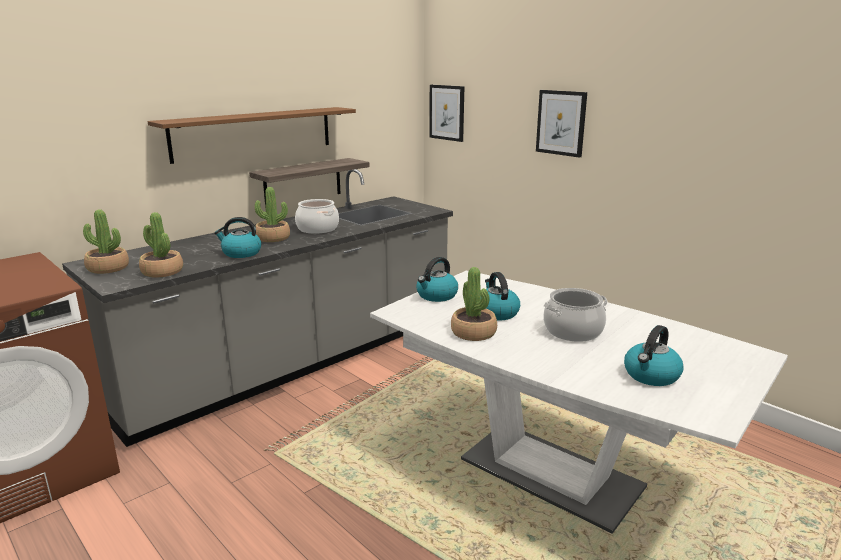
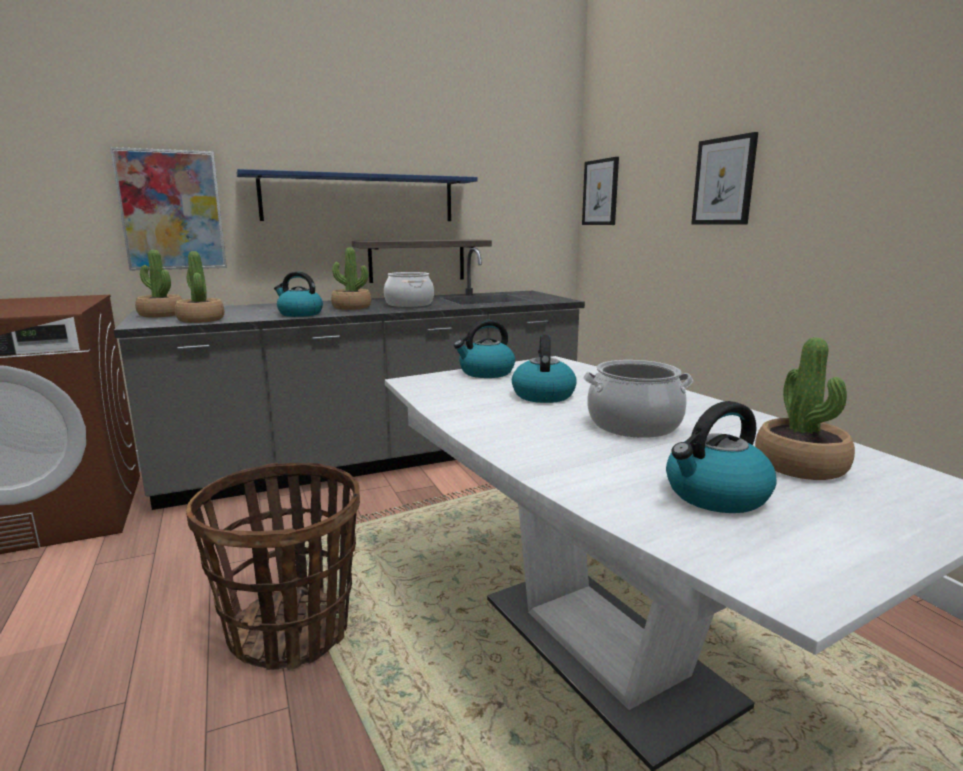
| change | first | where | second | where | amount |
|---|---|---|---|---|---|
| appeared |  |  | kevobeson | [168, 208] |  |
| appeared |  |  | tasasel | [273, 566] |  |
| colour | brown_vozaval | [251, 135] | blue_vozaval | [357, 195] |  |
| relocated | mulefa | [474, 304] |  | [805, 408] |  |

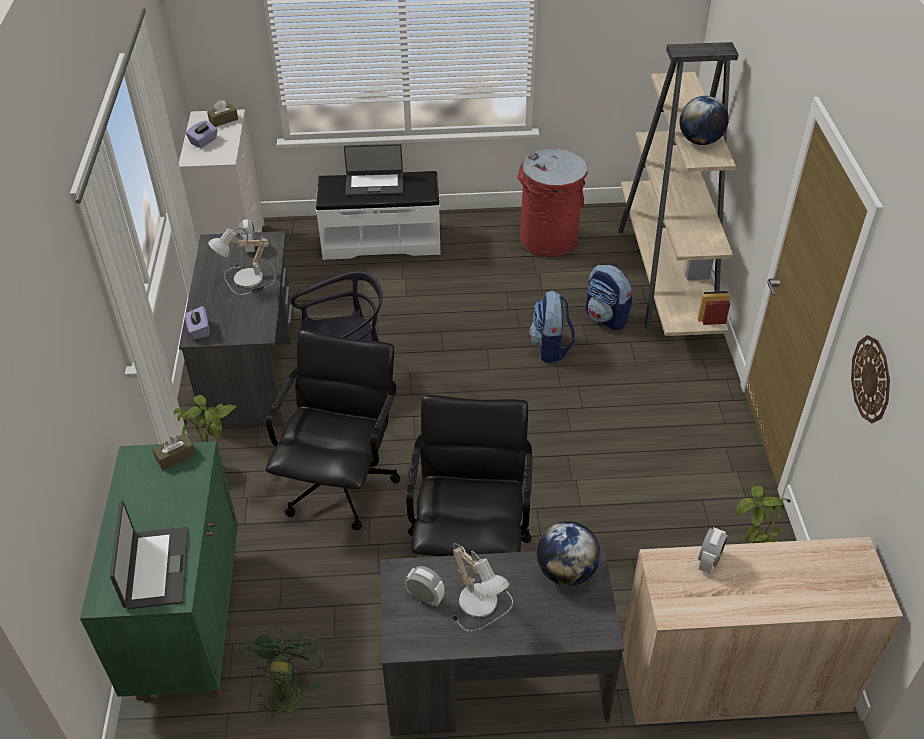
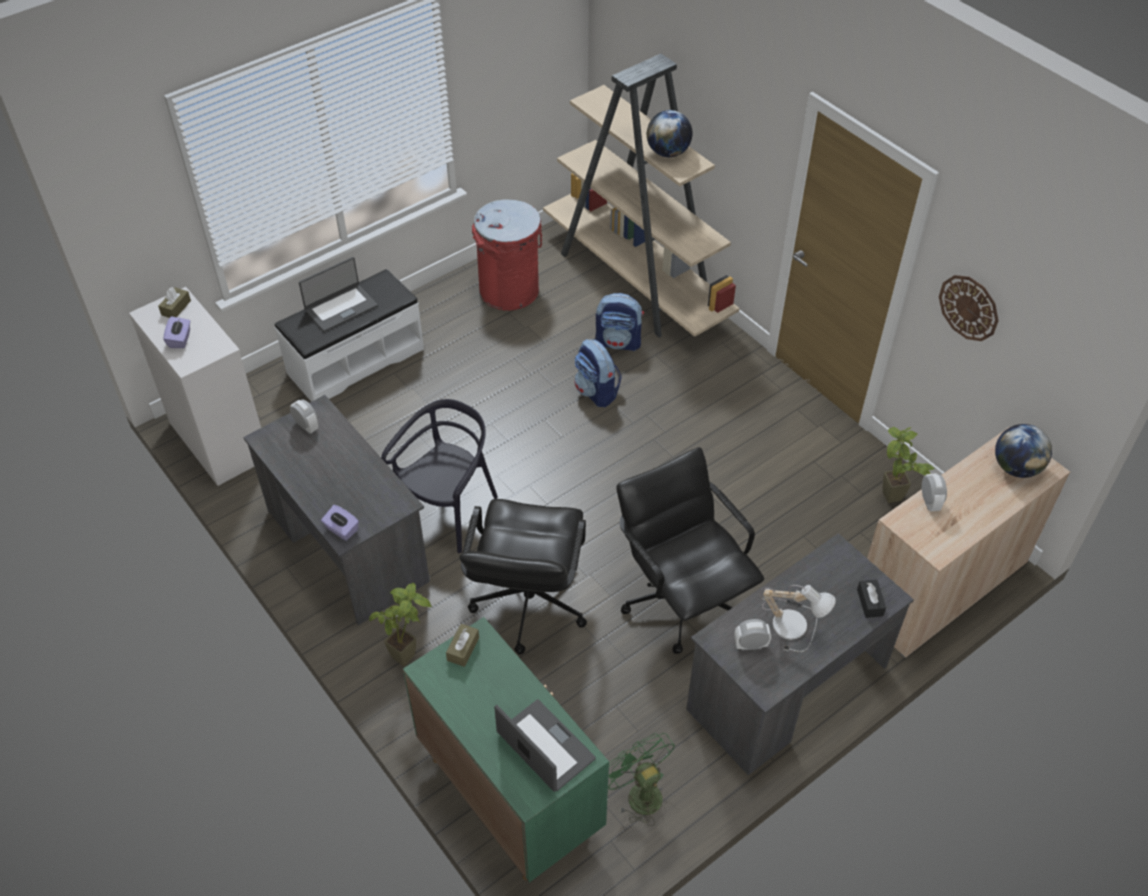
| change | first | where | second | where | amount |
|---|---|---|---|---|---|
| spun | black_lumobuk | [333, 429] |  | [523, 577] | 150 degrees counterclockwise |
| appeared |  |  | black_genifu | [871, 599] |  |
| relocated | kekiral | [568, 553] |  | [1023, 451] |  |
| missing | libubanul | [242, 261] |  |  |  |

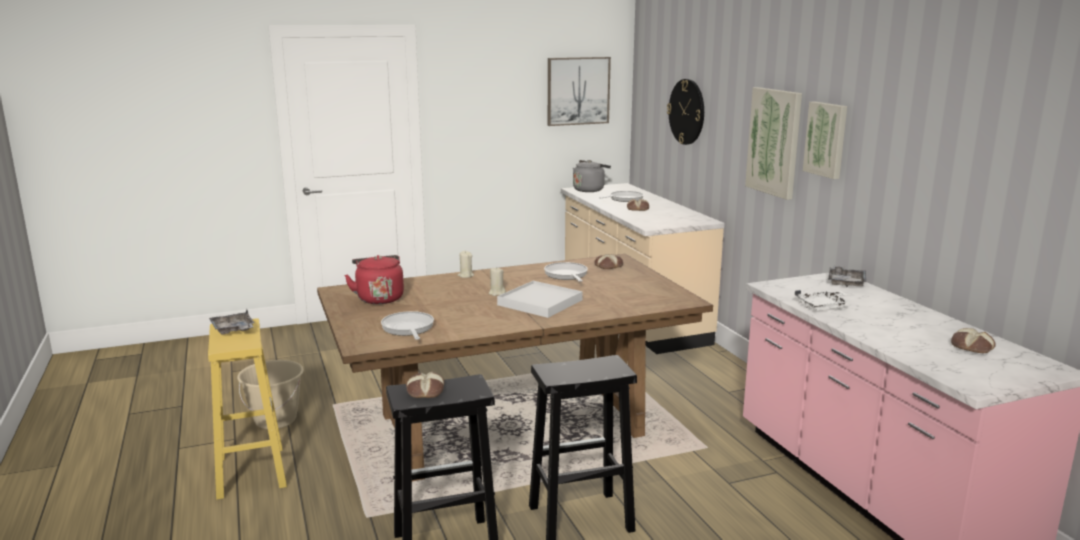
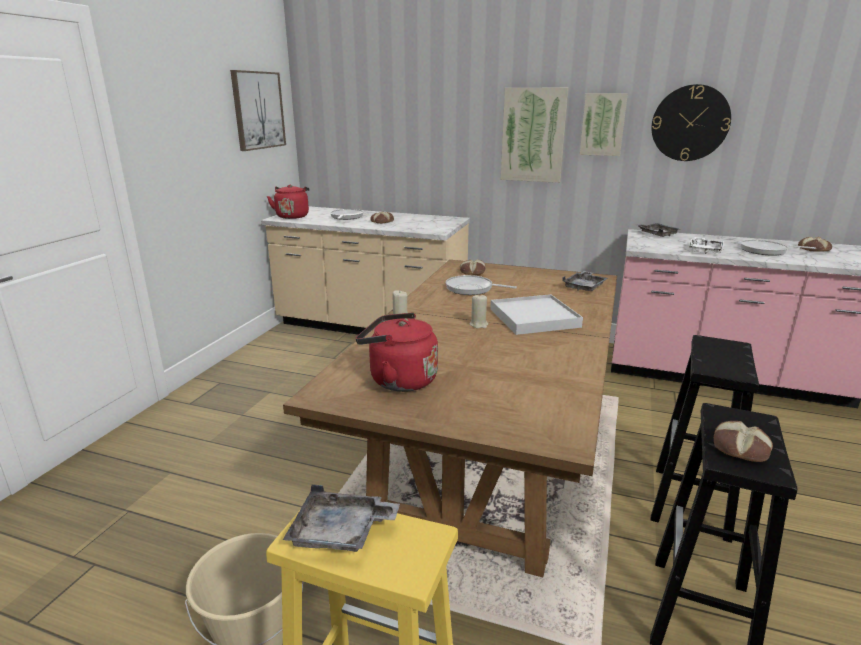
| change | first | where | second | where | amount |
|---|---|---|---|---|---|
| colour | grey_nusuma | [592, 176] | red_nusuma | [288, 201] |  |
| appeared |  |  | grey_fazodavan | [585, 281] |  |
| relocated | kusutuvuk | [685, 112] |  | [691, 122] |  |
| relocated | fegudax | [407, 325] |  | [778, 248] |  |

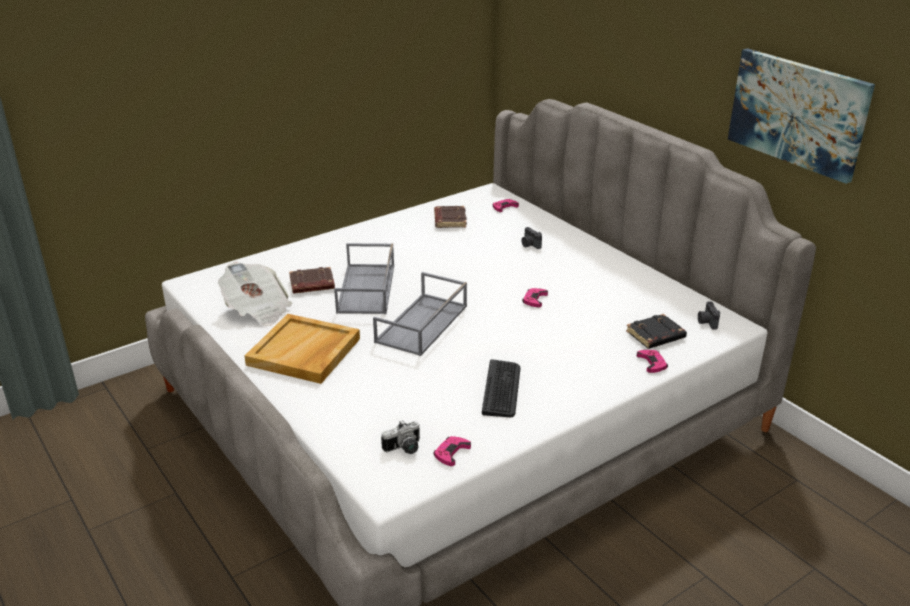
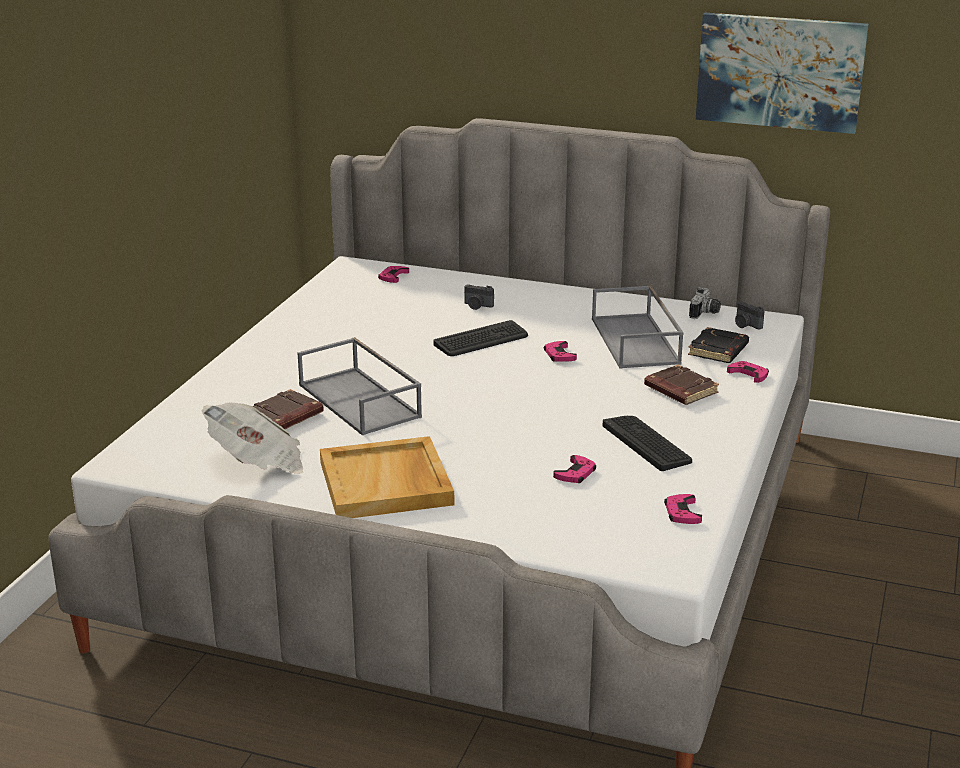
| change | first | where | second | where | amount |
|---|---|---|---|---|---|
| appeared |  |  | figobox | [480, 338] |  |
| appeared |  |  | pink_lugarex | [574, 469] |  |
| relocated | grey_fazodavan | [420, 314] |  | [638, 327] |  |
| relocated | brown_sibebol | [450, 217] |  | [681, 385] |  |
| relocated | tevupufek | [400, 437] |  | [705, 303] |  |

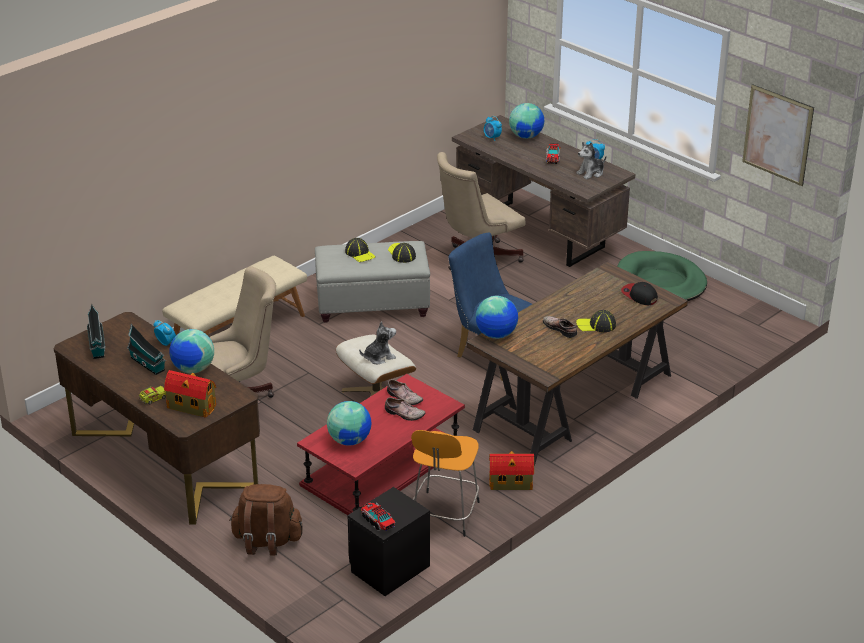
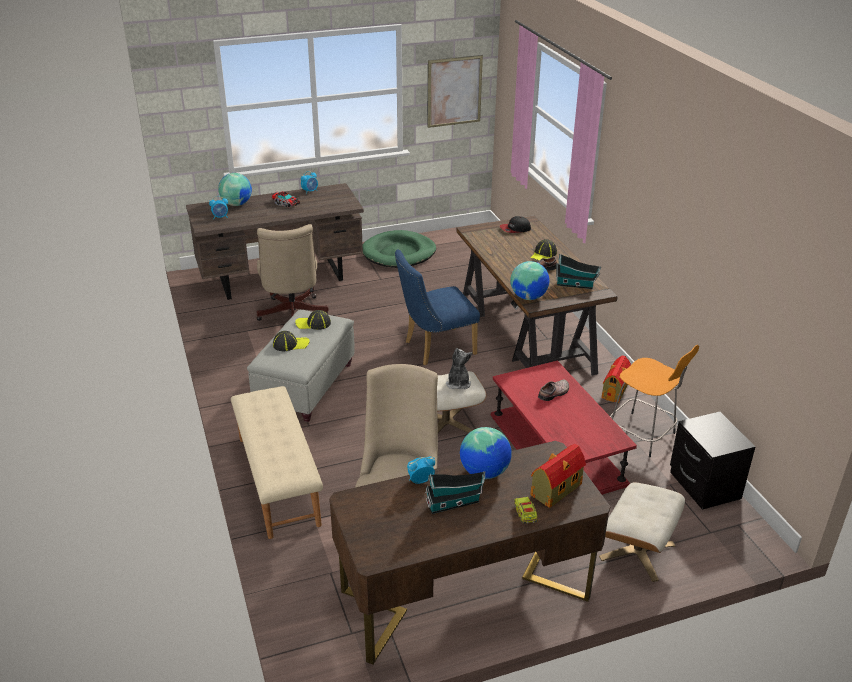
| change | first | where | second | where | amount |
|---|---|---|---|---|---|
| relocated | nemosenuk | [96, 331] |  | [578, 271] |  |
| exchanged | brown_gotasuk | [266, 519] | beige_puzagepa | [642, 532] |  |
| missing | kekiral | [349, 423] |  |  |  |
| missing | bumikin | [377, 516] |  |  |  |
| missing | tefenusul | [405, 392] |  |  |  |
| missing | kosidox | [591, 160] |  |  |  |

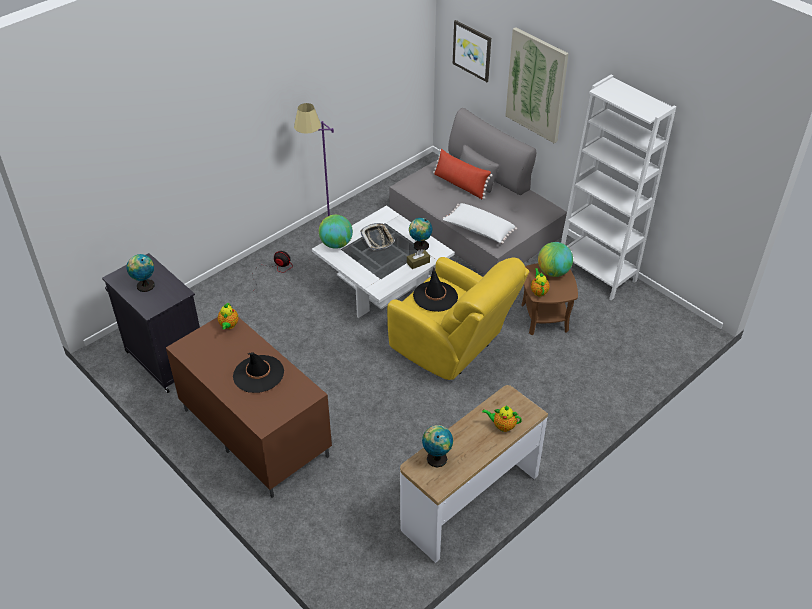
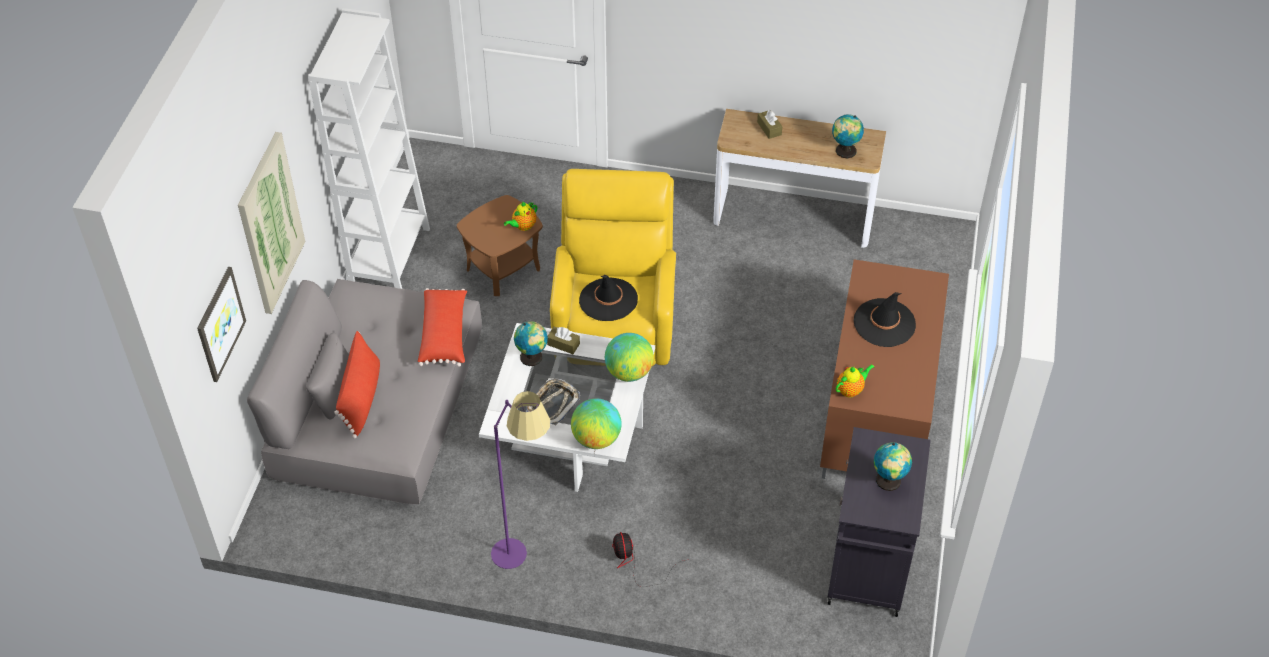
| change | first | where | second | where | amount |
|---|---|---|---|---|---|
| colour | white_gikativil | [480, 223] | red_gikativil | [442, 327] |  |
| relocated | kekiral | [555, 259] |  | [629, 357] |  |
| exchanged | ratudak | [502, 419] | brown_genifu | [769, 124] |  |

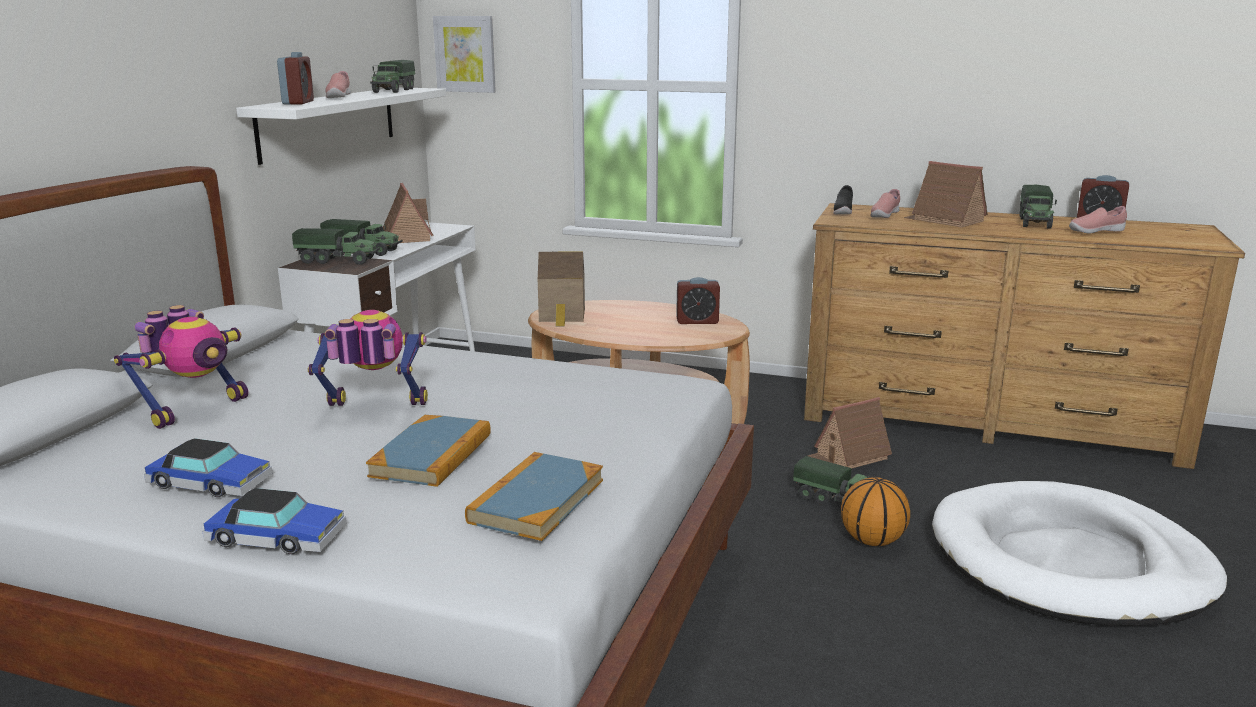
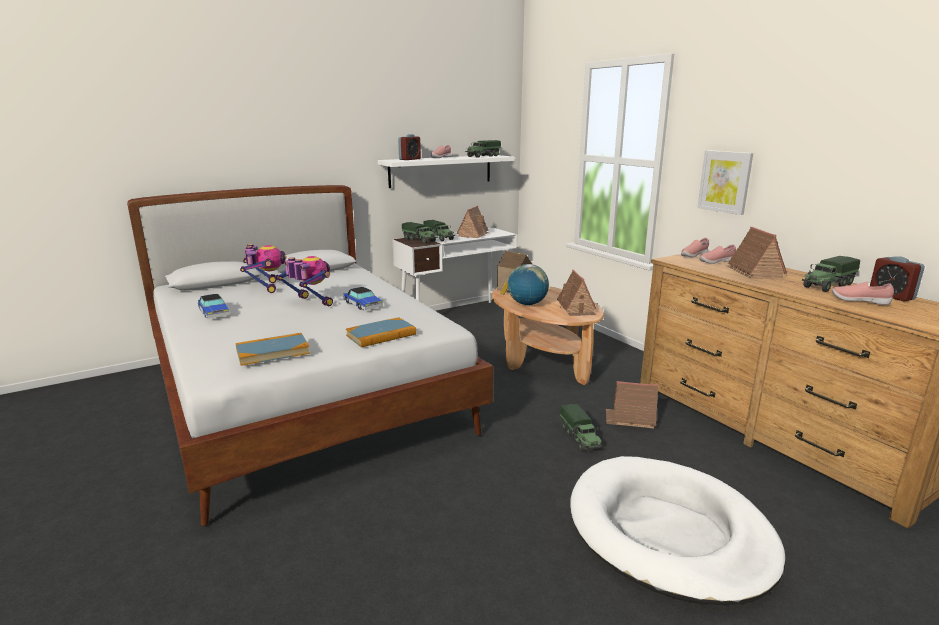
| change | first | where | second | where | amount |
|---|---|---|---|---|---|
| spun | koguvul | [181, 367] |  | [263, 268] | 90 degrees counterclockwise |
| relocated | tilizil | [274, 521] |  | [363, 298] |  |
| relocated | sibebol | [428, 451] |  | [381, 332] |  |
| appeared |  |  | kekiral | [528, 284] |  |
| exchanged | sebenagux | [698, 300] | nemosenuk | [576, 293] |  |
| colour | black_tefenusul | [843, 200] | pink_tefenusul | [695, 247] |  |
| relocated | kevobeson | [464, 54] |  | [725, 182] |  |
| missing | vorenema | [875, 511] |  |  |  |

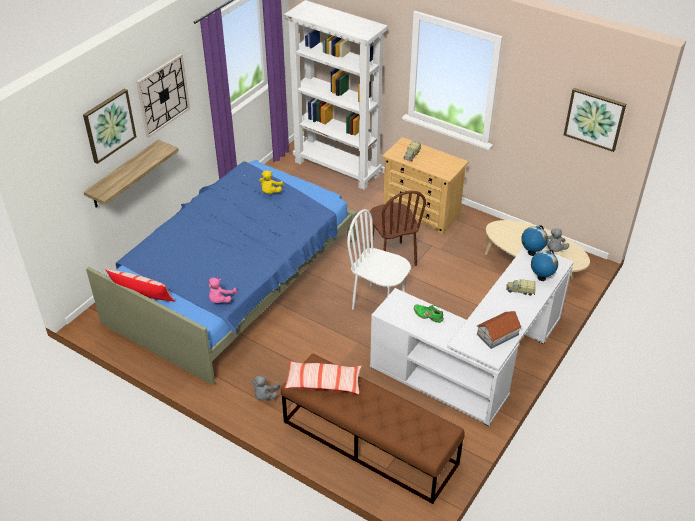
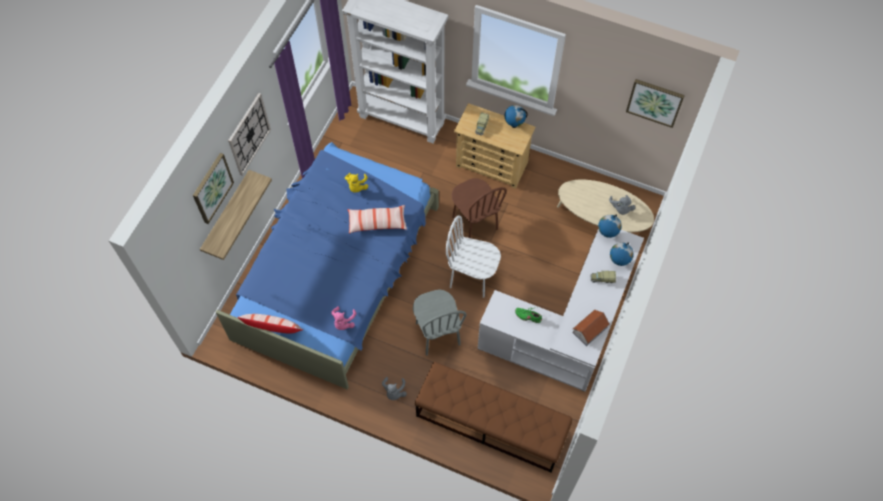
| change | first | where | second | where | amount |
|---|---|---|---|---|---|
| relocated | gikativil | [323, 377] |  | [377, 219] |  |
| appeared |  |  | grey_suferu | [440, 322] |  |
| appeared |  |  | kekiral | [516, 116] |  |

